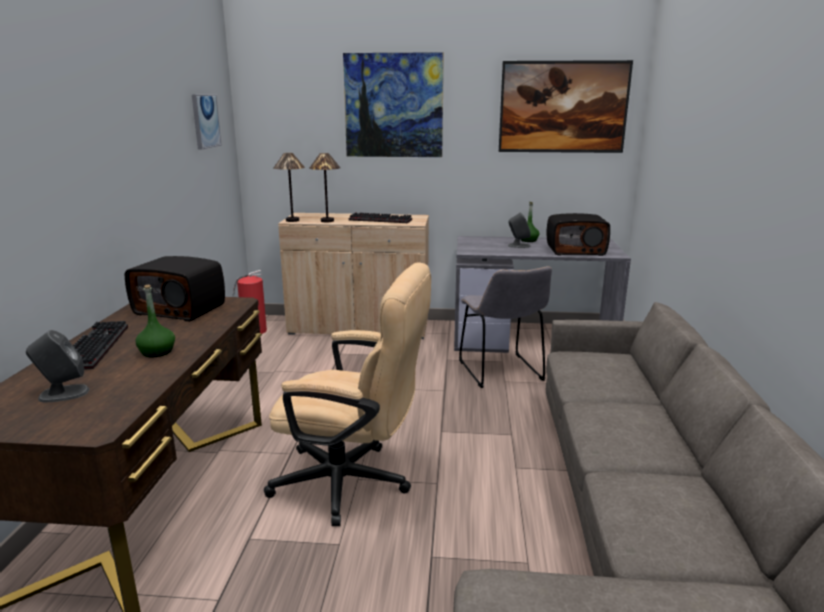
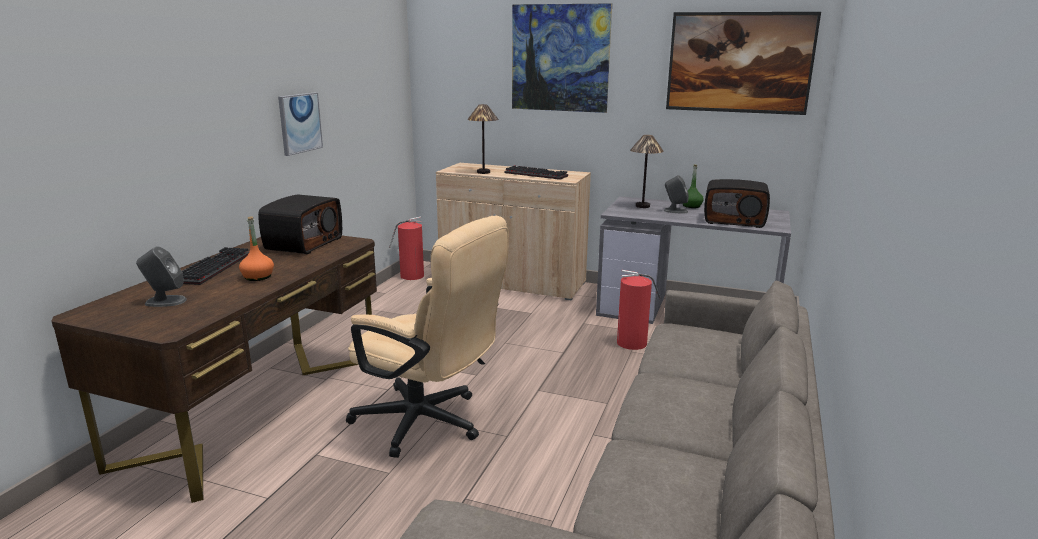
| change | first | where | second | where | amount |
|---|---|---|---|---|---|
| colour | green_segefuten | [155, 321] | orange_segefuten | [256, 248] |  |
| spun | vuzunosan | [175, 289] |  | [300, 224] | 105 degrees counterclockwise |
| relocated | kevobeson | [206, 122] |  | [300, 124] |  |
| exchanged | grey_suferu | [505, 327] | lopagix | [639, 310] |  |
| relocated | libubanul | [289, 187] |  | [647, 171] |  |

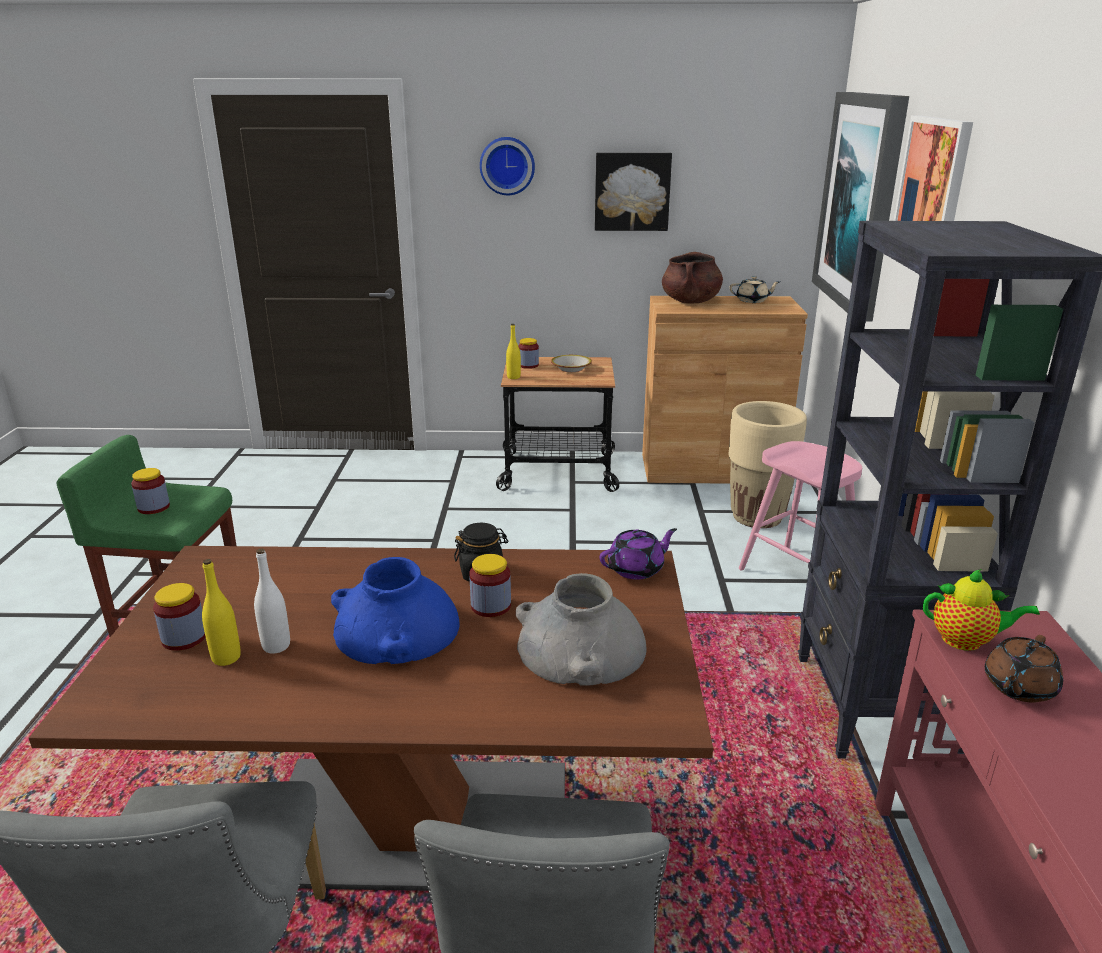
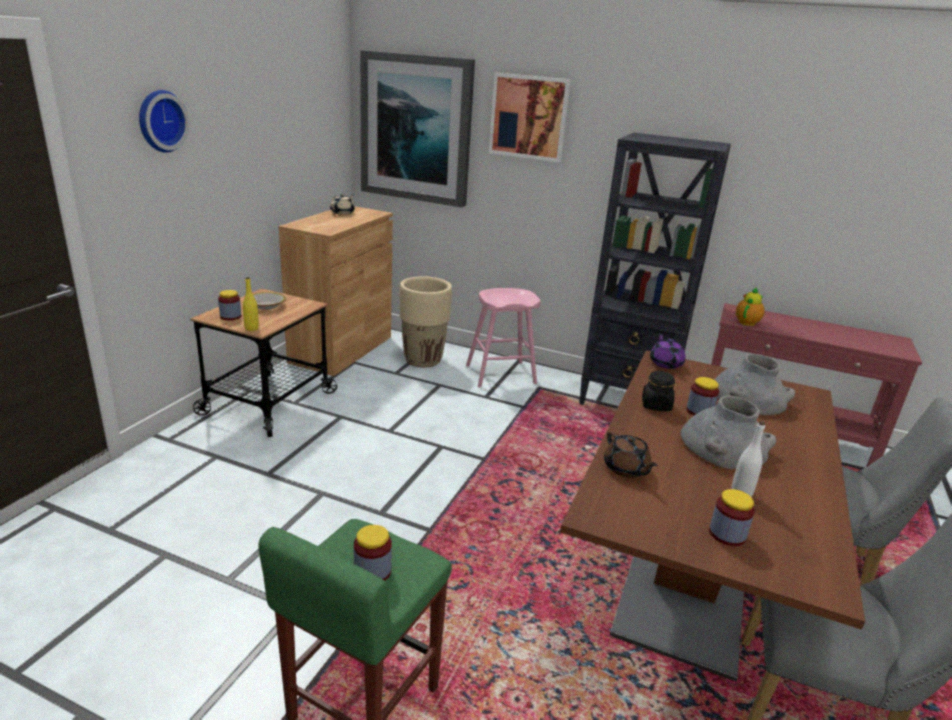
| change | first | where | second | where | amount |
|---|---|---|---|---|---|
| relocated | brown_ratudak | [1024, 669] |  | [631, 454] |  |
| colour | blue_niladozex | [395, 610] | grey_niladozex | [728, 432] |  |
| missing | yellow_segefuten | [221, 612] |  |  |  |
| missing | kevobeson | [633, 191] |  |  |  |
| missing | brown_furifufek | [692, 277] |  |  |  |

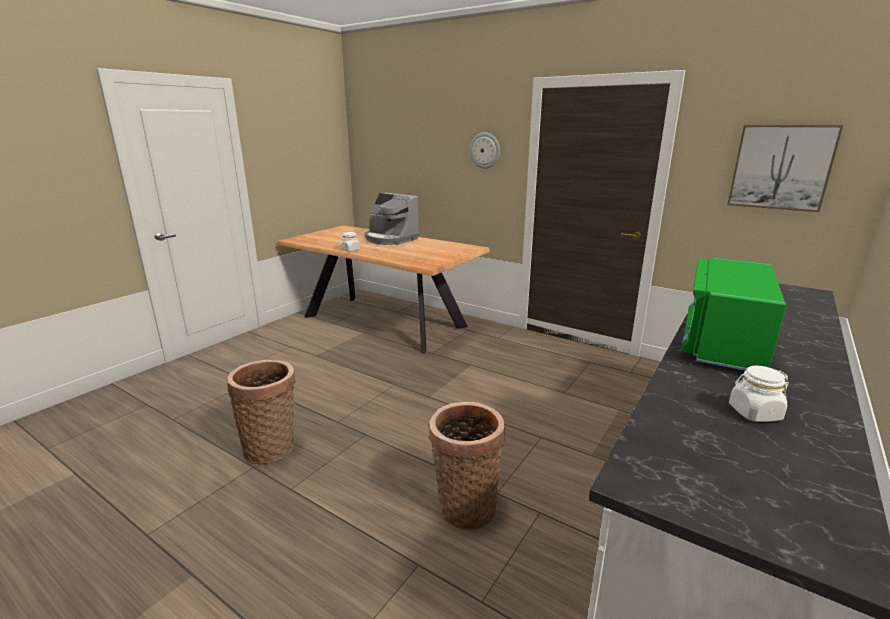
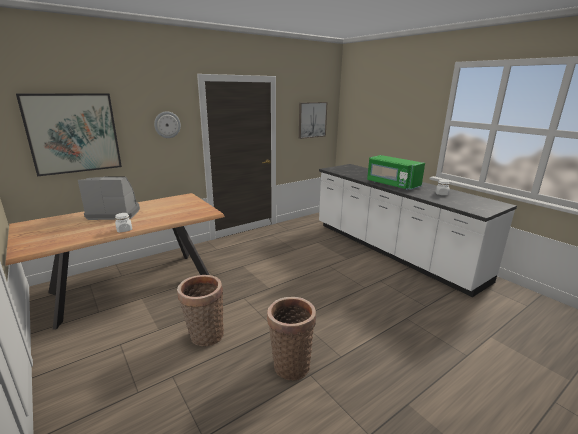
| change | first | where | second | where | amount |
|---|---|---|---|---|---|
| appeared |  |  | kevobeson | [69, 134] |  |
| spun | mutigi | [392, 219] |  | [109, 198] | 150 degrees counterclockwise |
| relocated | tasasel | [467, 466] |  | [200, 310] |  |

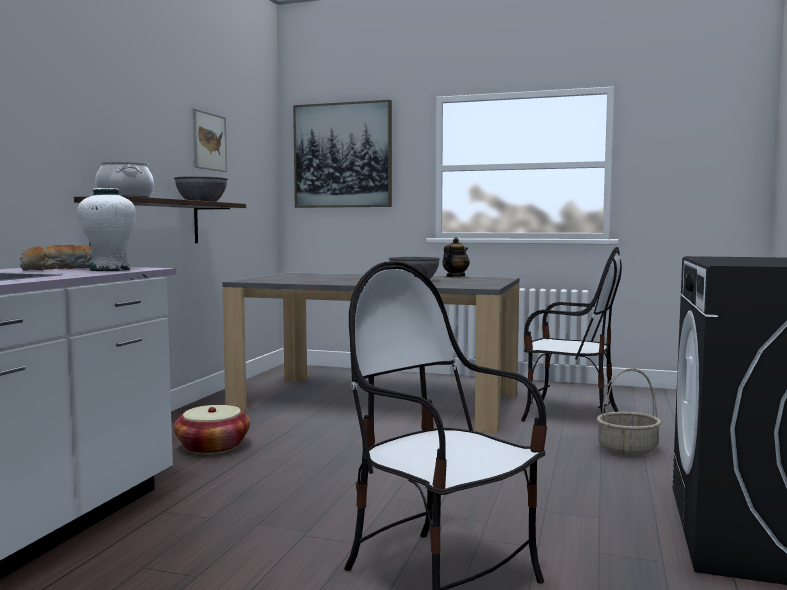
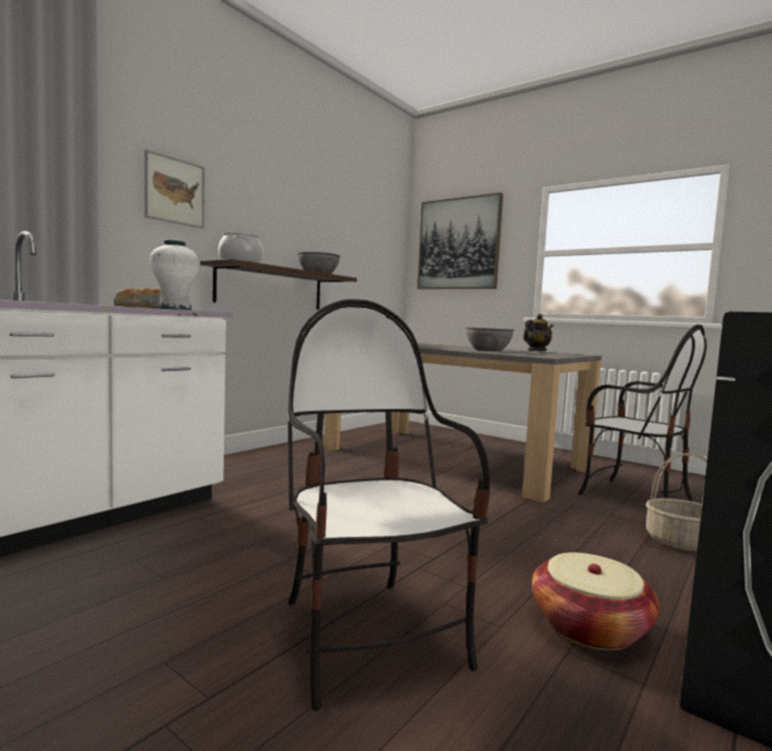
| change | first | where | second | where | amount |
|---|---|---|---|---|---|
| relocated | kevobeson | [210, 140] |  | [175, 188] |  |
| relocated | tasasel | [212, 429] |  | [595, 601] |  |

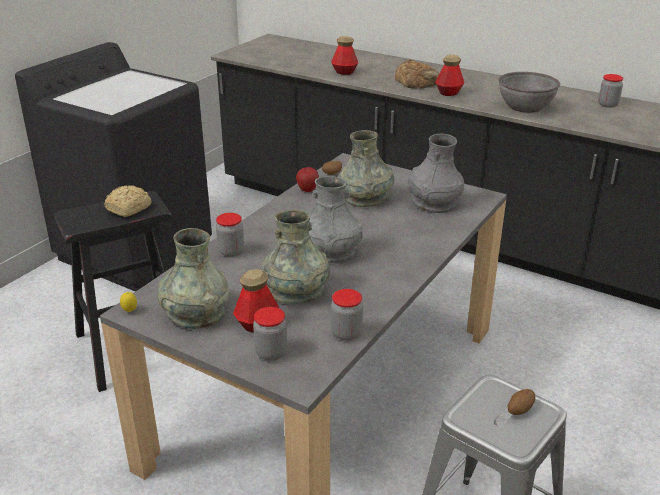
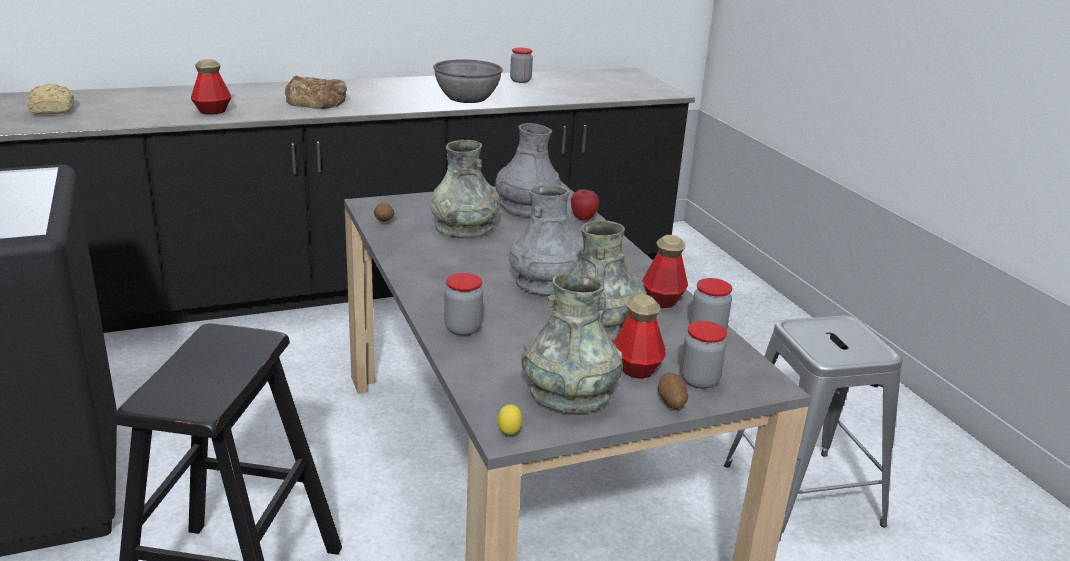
| change | first | where | second | where | amount |
|---|---|---|---|---|---|
| relocated | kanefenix | [128, 201] |  | [50, 99] |  |
| relocated | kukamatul | [307, 179] |  | [585, 205] |  |
| relocated | segefuten | [450, 75] |  | [665, 271] |  |
| relocated | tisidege | [521, 402] |  | [673, 391] |  |

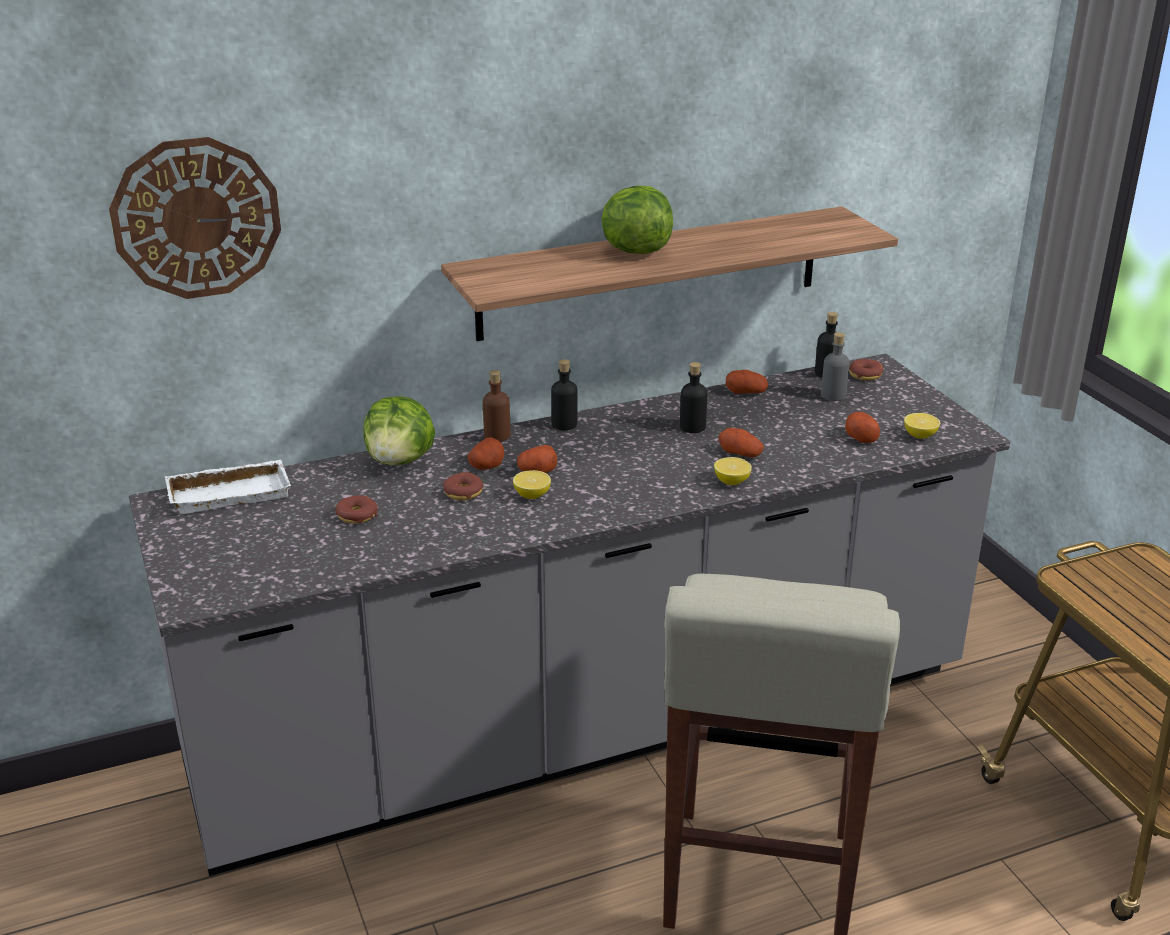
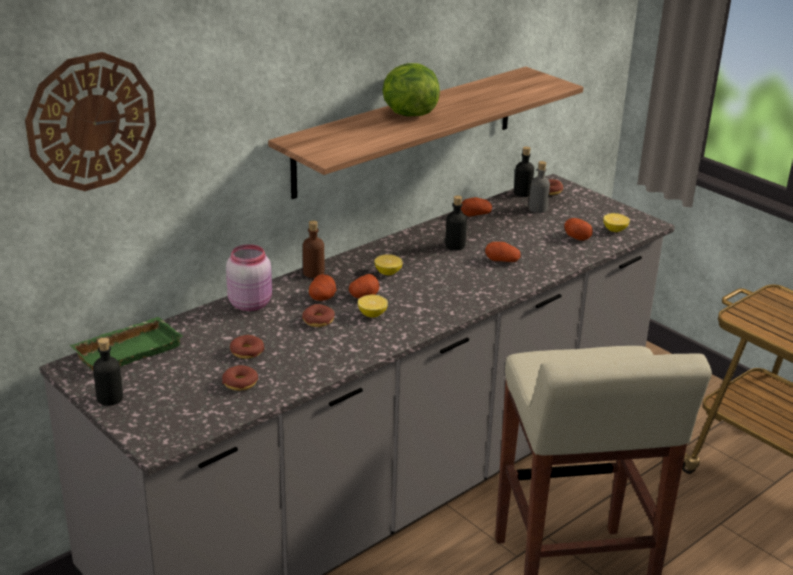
| change | first | where | second | where | amount |
|---|---|---|---|---|---|
| colour | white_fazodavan | [228, 487] | green_fazodavan | [126, 344] |  |
| relocated | black_segefuten | [564, 394] |  | [108, 372] |  |
| appeared |  |  | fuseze | [240, 378] |  |
| exchanged | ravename | [399, 430] | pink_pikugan | [249, 277] |  |
| relocated | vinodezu | [733, 471] |  | [388, 264] |  |

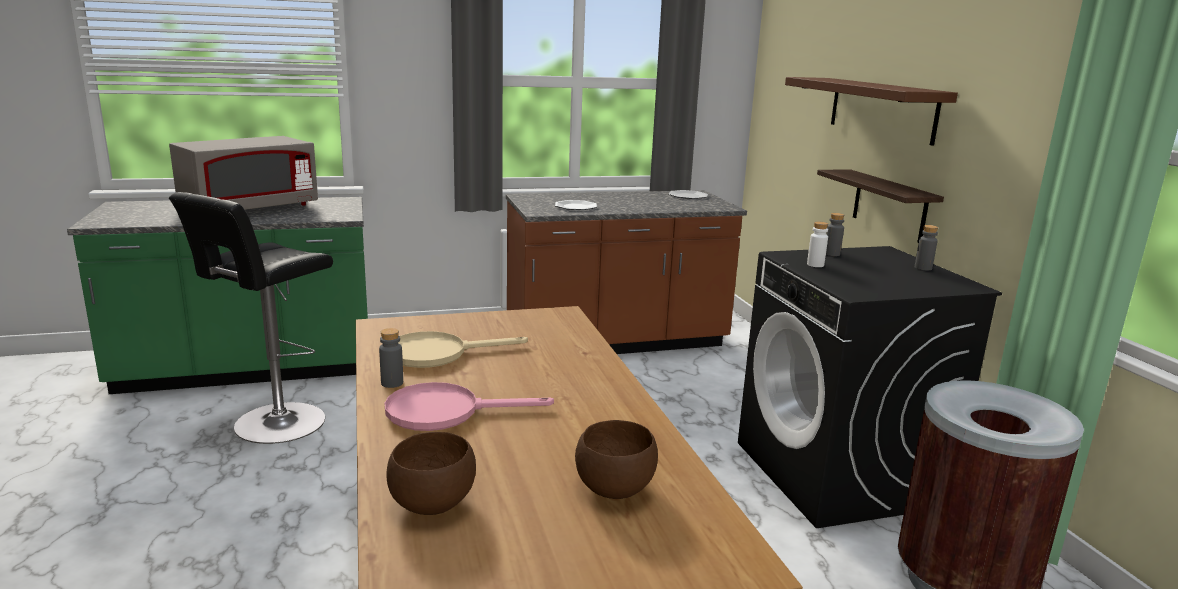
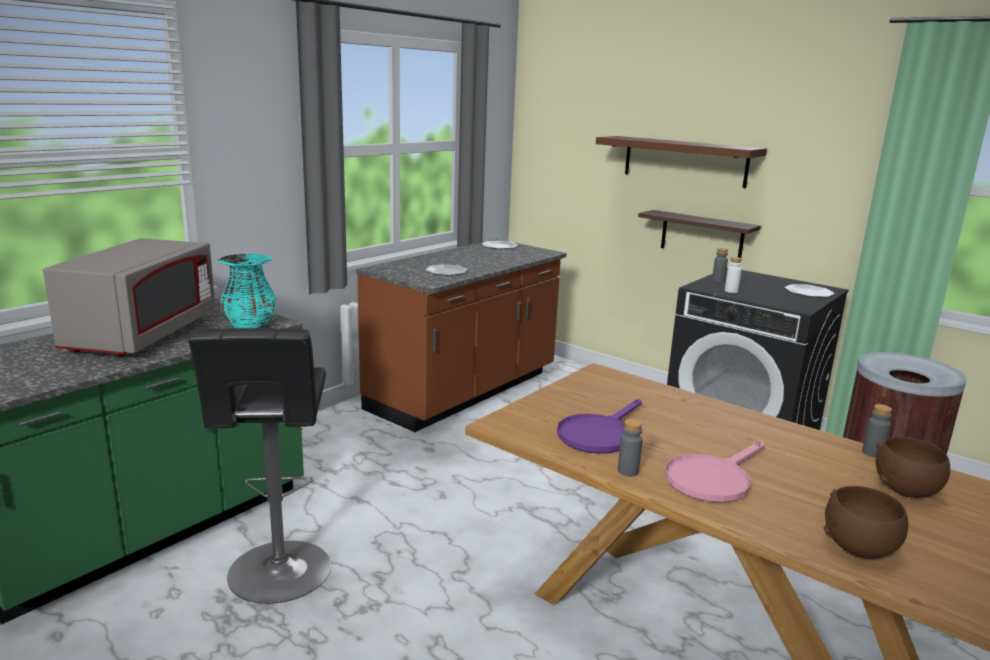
| change | first | where | second | where | amount |
|---|---|---|---|---|---|
| appeared |  |  | turquoise_niladozex | [247, 291] |  |
| colour | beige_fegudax | [463, 349] | purple_fegudax | [599, 426] |  |
| appeared |  |  | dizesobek | [809, 290] |  |
| relocated | grey_segefuten | [926, 247] |  | [877, 430] |  |

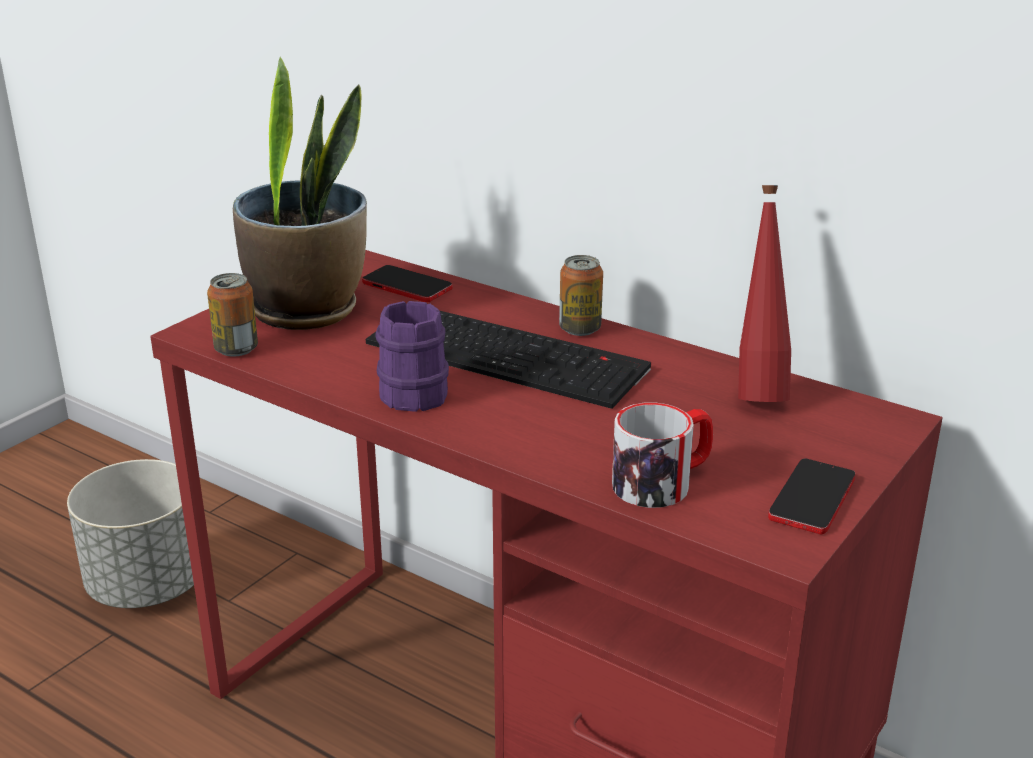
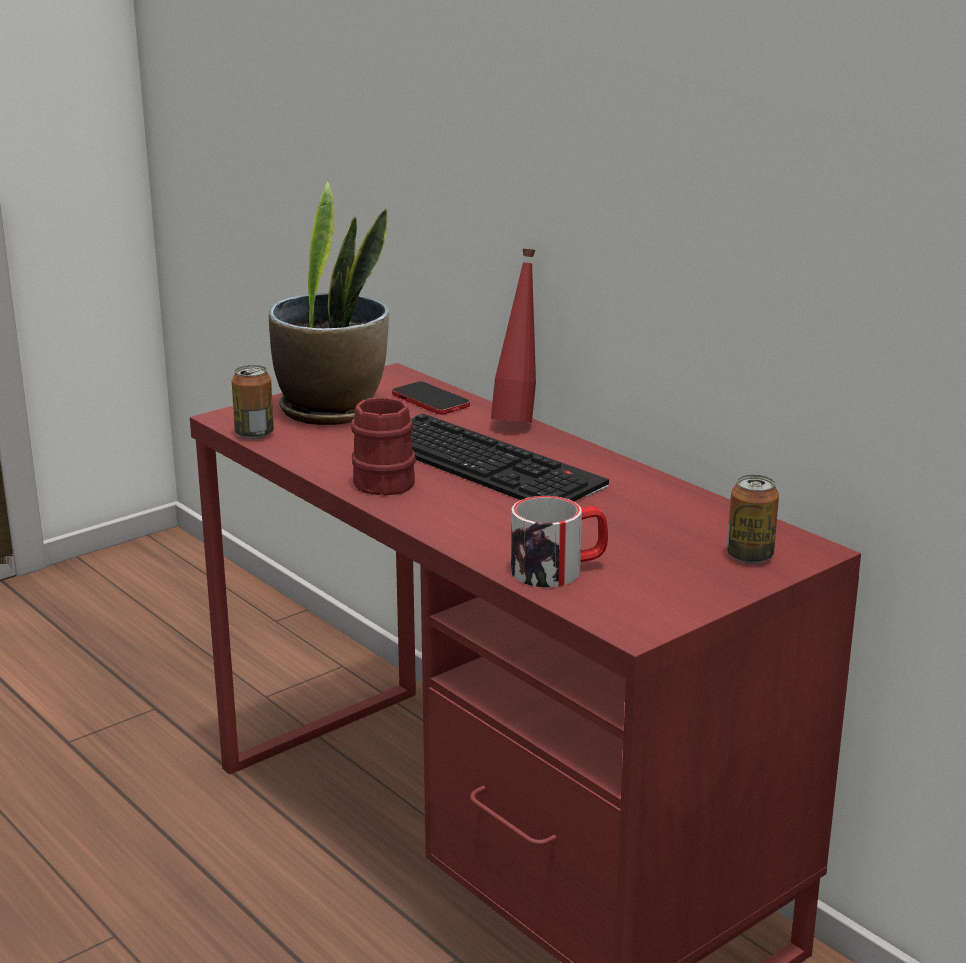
| change | first | where | second | where | amount |
|---|---|---|---|---|---|
| colour | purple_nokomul | [412, 356] | red_nokomul | [383, 446] |  |
| relocated | red_segefuten | [764, 293] |  | [513, 336] |  |
| relocated | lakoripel | [581, 295] |  | [753, 519] |  |
| missing | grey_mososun | [130, 533] |  |  |  |
| missing | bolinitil | [811, 496] |  |  |  |

